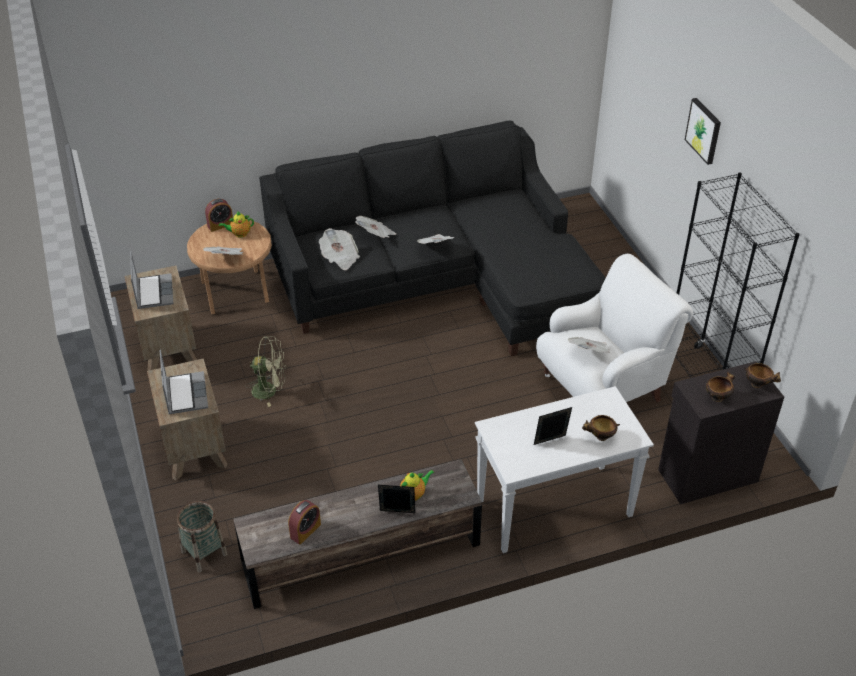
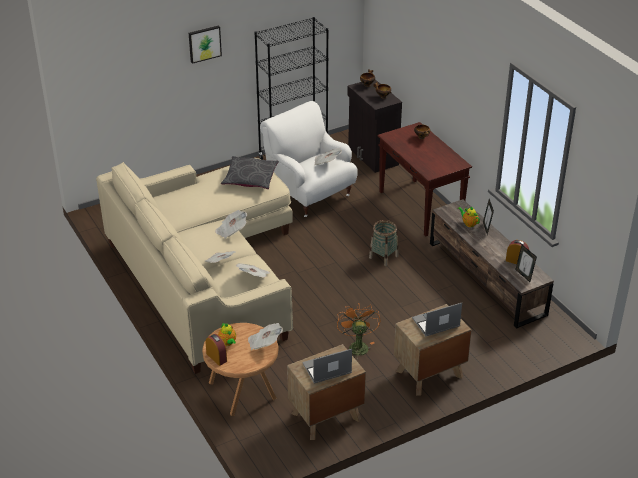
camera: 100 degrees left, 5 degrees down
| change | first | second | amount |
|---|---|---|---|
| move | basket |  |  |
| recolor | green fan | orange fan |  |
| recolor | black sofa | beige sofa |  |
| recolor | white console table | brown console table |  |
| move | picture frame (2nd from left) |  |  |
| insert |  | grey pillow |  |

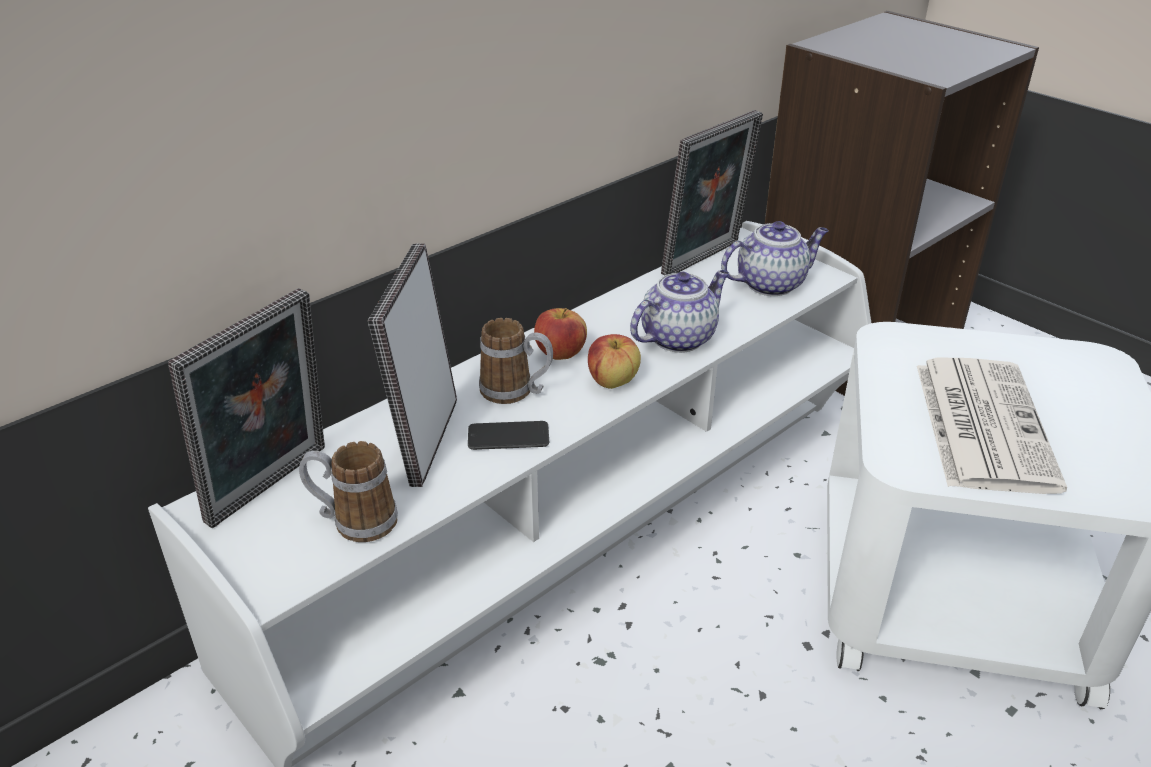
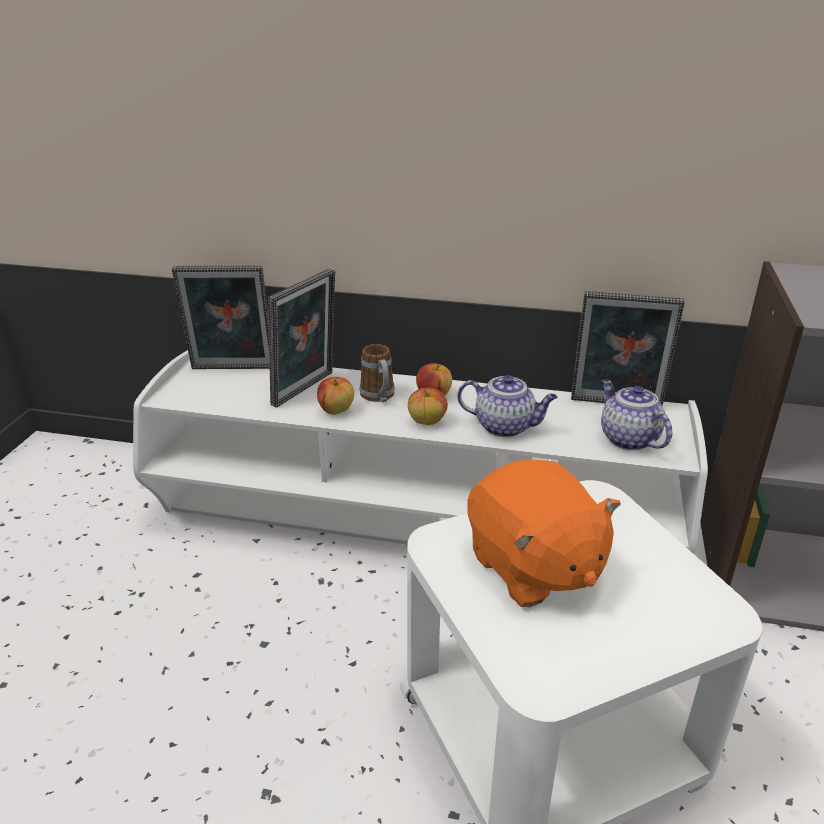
camera: 55 degrees right, 5 degrees down
| change | first | second | amount |
|---|---|---|---|
| delete | mug (1st from left) |  |  |
| rotate | picture frame (2nd from left) |  | 150 degrees clockwise |
| replace | phone | apple (1st from left) |  |
| rotate | teapot (2nd from left) |  | 150 degrees counterclockwise |
| replace | newspaper | orange plush toy |  |

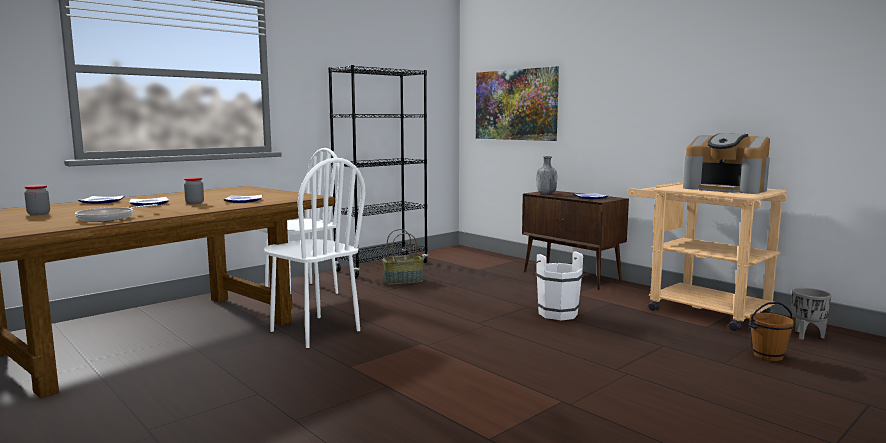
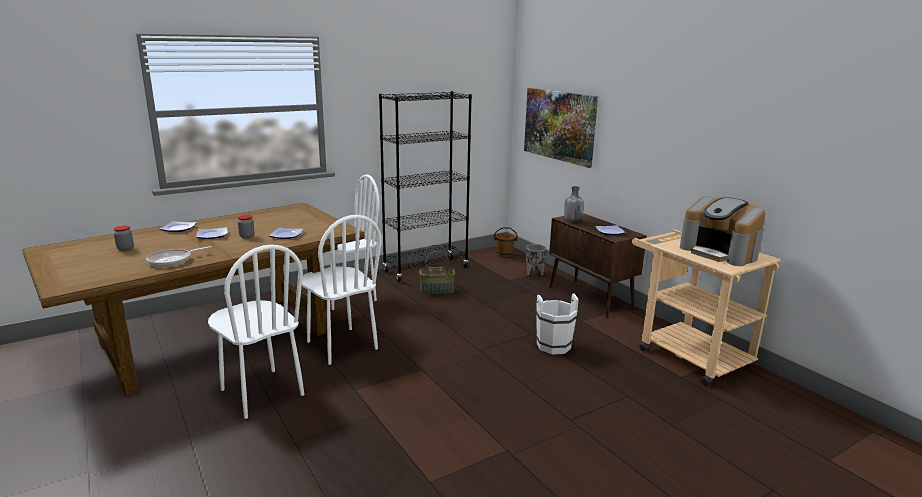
camera: 10 degrees right, 10 degrees up
| change | first | second | amount |
|---|---|---|---|
| move | brown bucket |  |  |
| move | grey planter |  |  |
| insert |  | white chair (1st from left) |  |

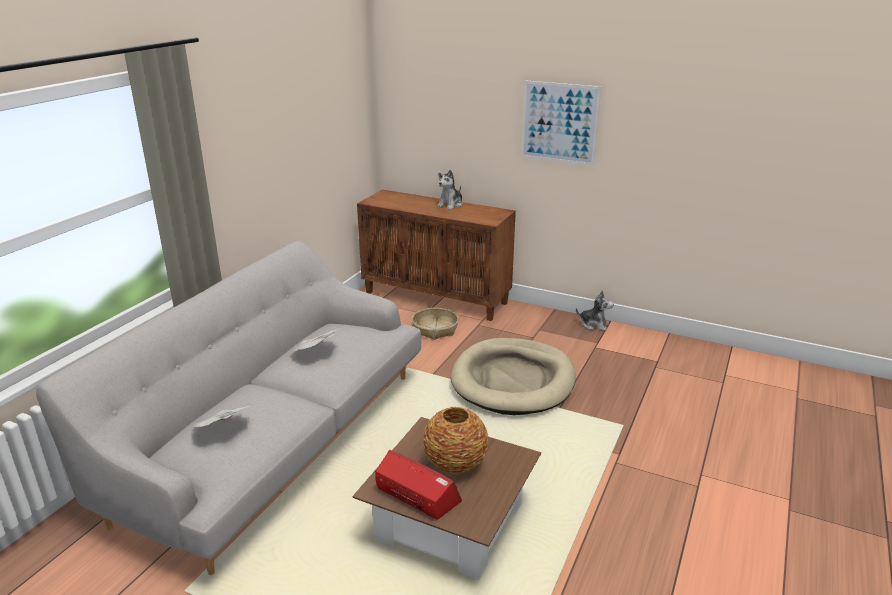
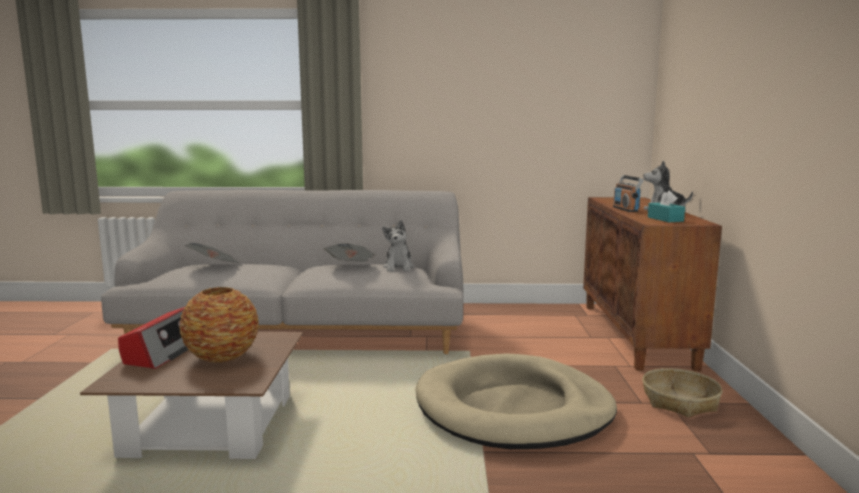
camera: 65 degrees right, 15 degrees down
| change | first | second | amount |
|---|---|---|---|
| move | basket |  |  |
| delete | picture |  |  |
| move | plush toy (2nd from left in the first image) | plush toy (1st from left) |  |
| insert |  | radio (2nd from left) |  |
| insert |  | turquoise tissue box |  |

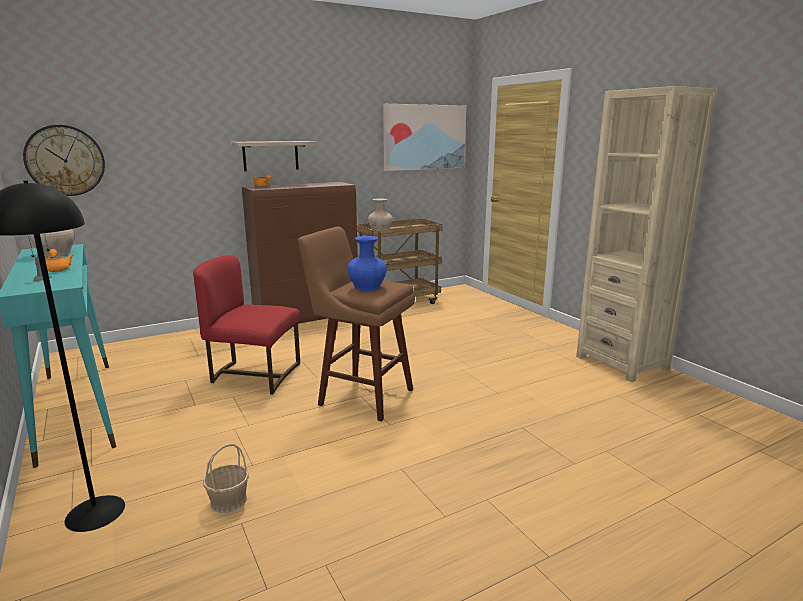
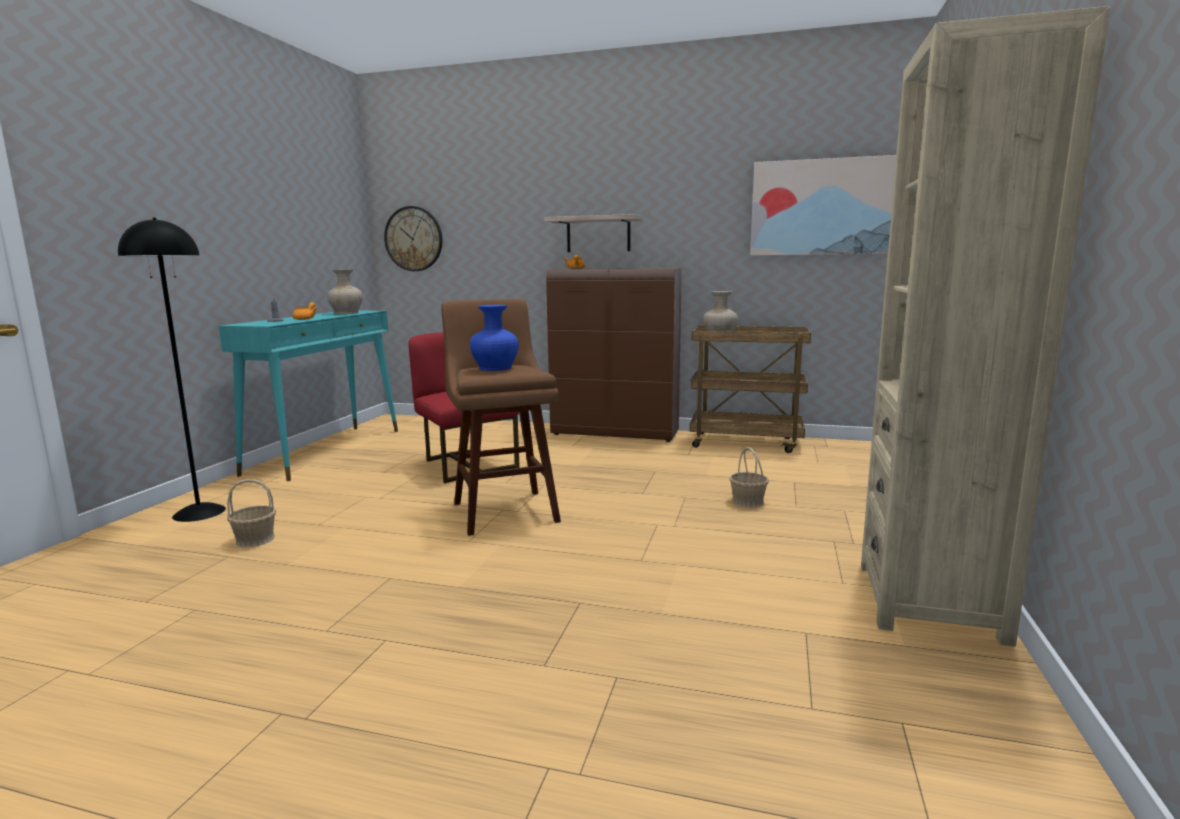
camera: 45 degrees right, 5 degrees down
| change | first | second | amount |
|---|---|---|---|
| insert |  | basket (2nd from left) |  |

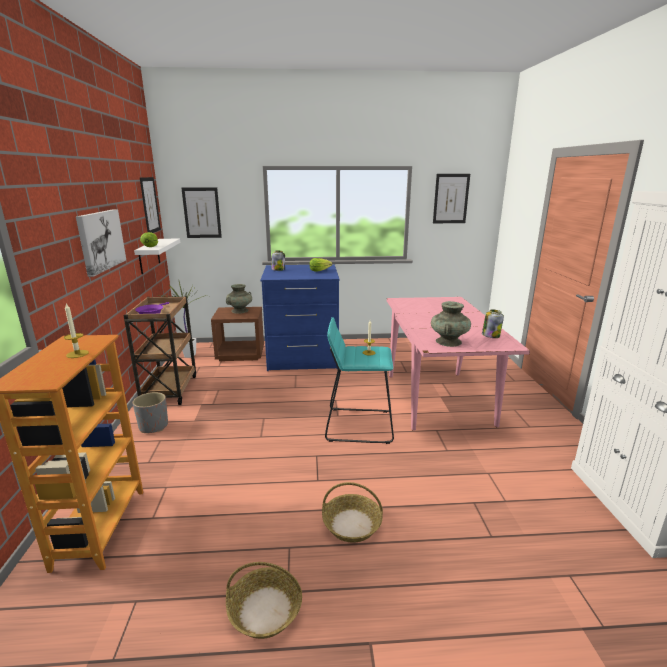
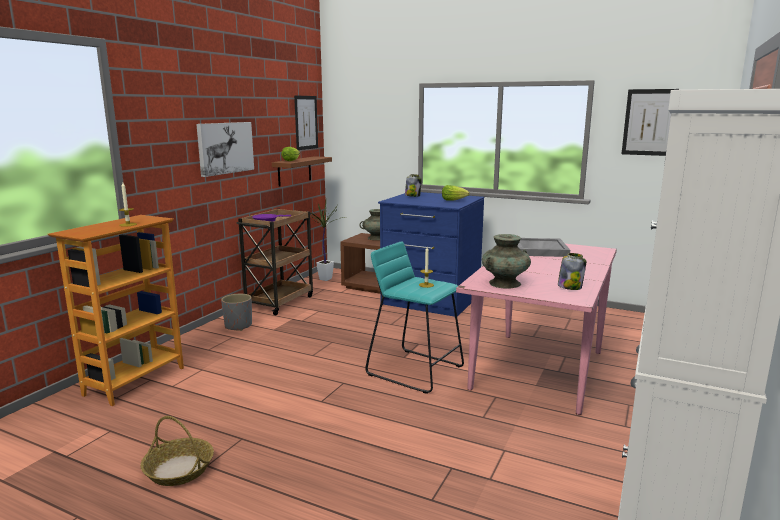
camera: 30 degrees right, 5 degrees down
| change | first | second | amount |
|---|---|---|---|
| recolor | white shelf | brown shelf |  |
| delete | picture (3rd from left) |  |  |
| delete | basket (2nd from left) |  |  |
| insert |  | grey tray |  |

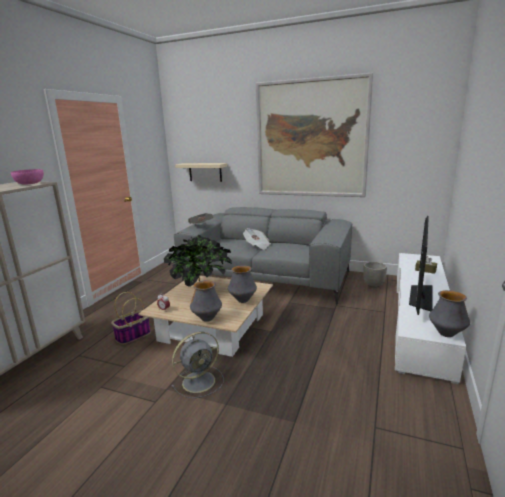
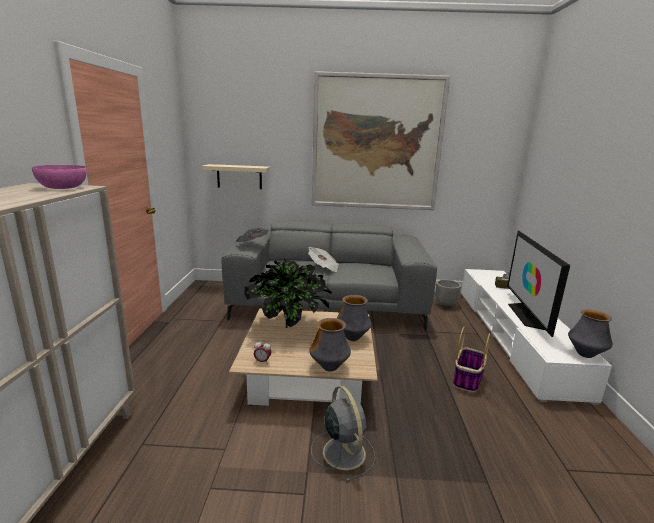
camera: 20 degrees left, 0 degrees up
| change | first | second | amount |
|---|---|---|---|
| move | basket |  |  |
| rotate | grey fan |  | 60 degrees counterclockwise |

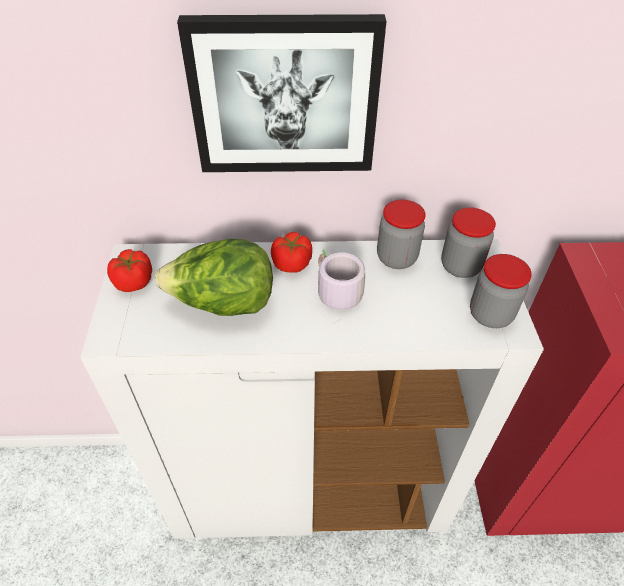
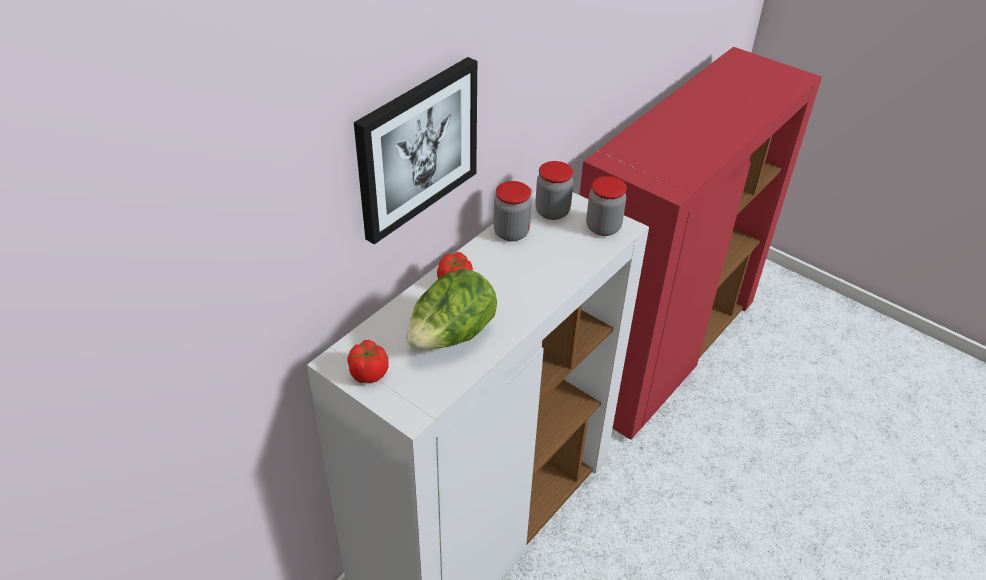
camera: 50 degrees left, 5 degrees down
| change | first | second | amount |
|---|---|---|---|
| delete | grey mug |  |  |

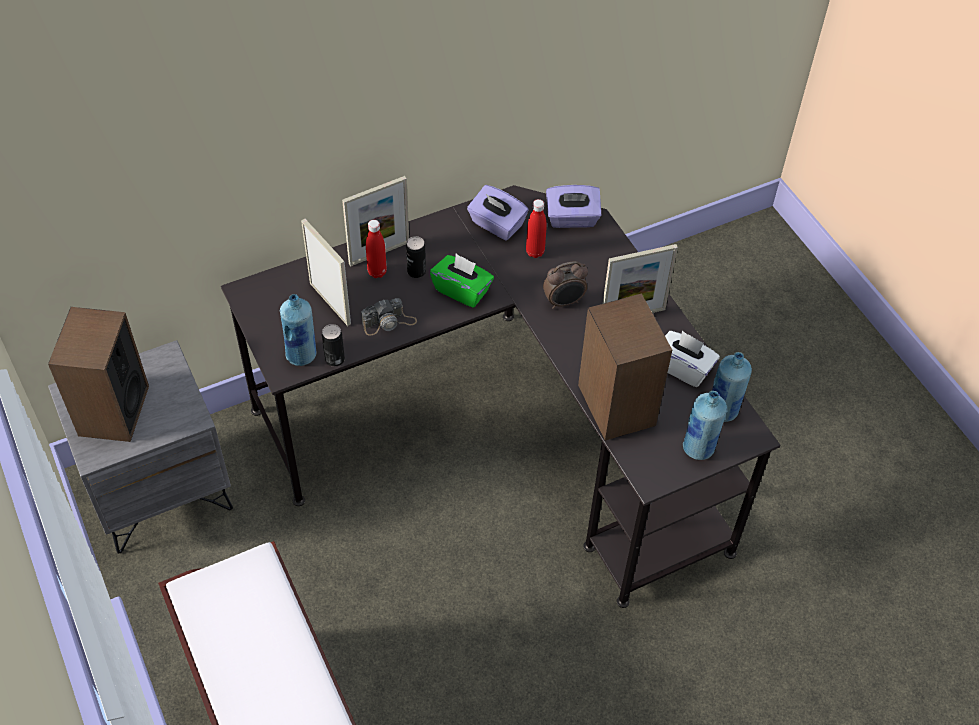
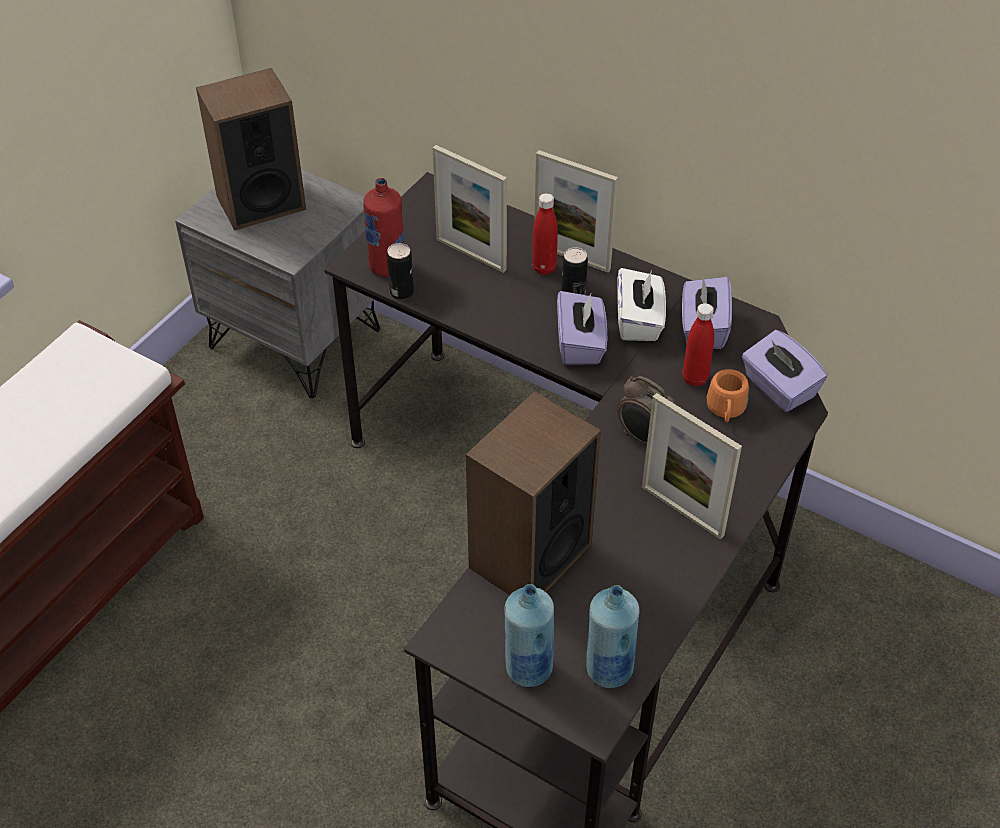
camera: 60 degrees right, 5 degrees down
| change | first | second | amount |
|---|---|---|---|
| recolor | blue bottle (1st from left) | red bottle (1st from left) |  |
| rotate | picture frame (1st from left) |  | 105 degrees clockwise |
| delete | photo camera |  |  |
| recolor | green tissue box | purple tissue box (1st from left) |  |
| move | white tissue box |  |  |
| insert |  | orange mug |  |

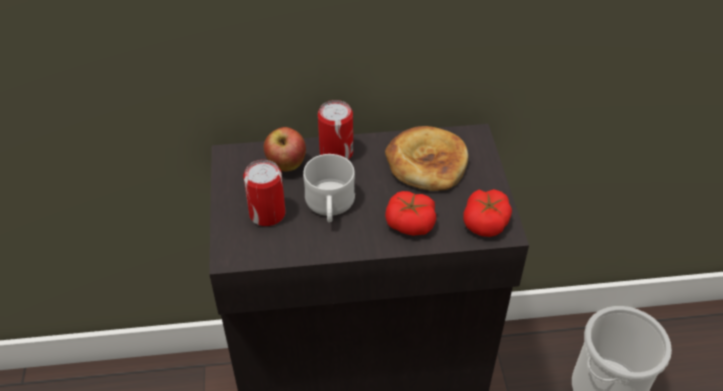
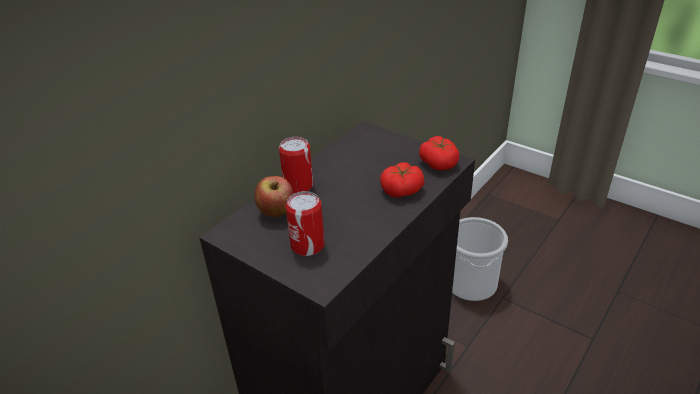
camera: 45 degrees left, 10 degrees down
| change | first | second | amount |
|---|---|---|---|
| delete | white mug |  |  |
| delete | bread |  |  |

